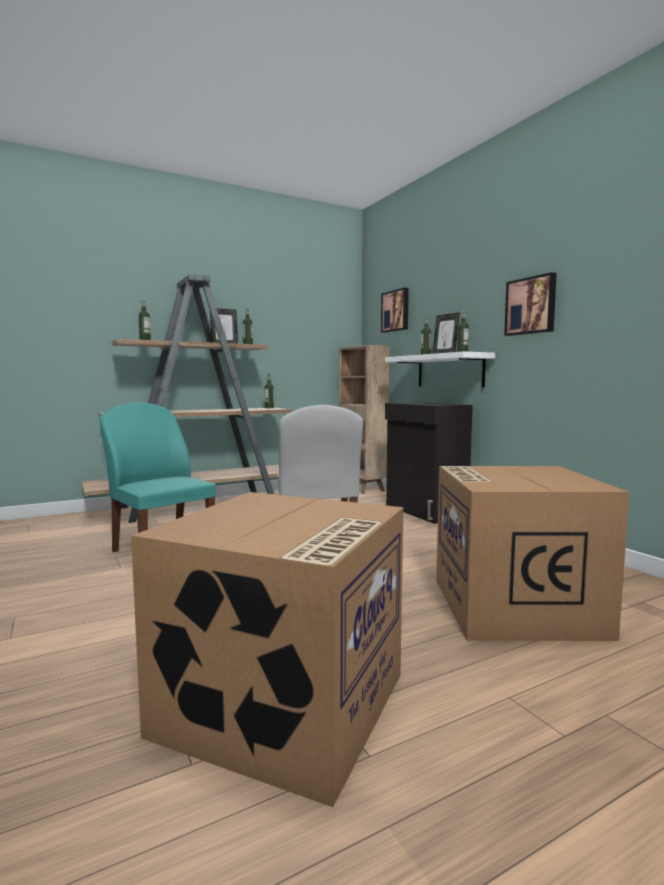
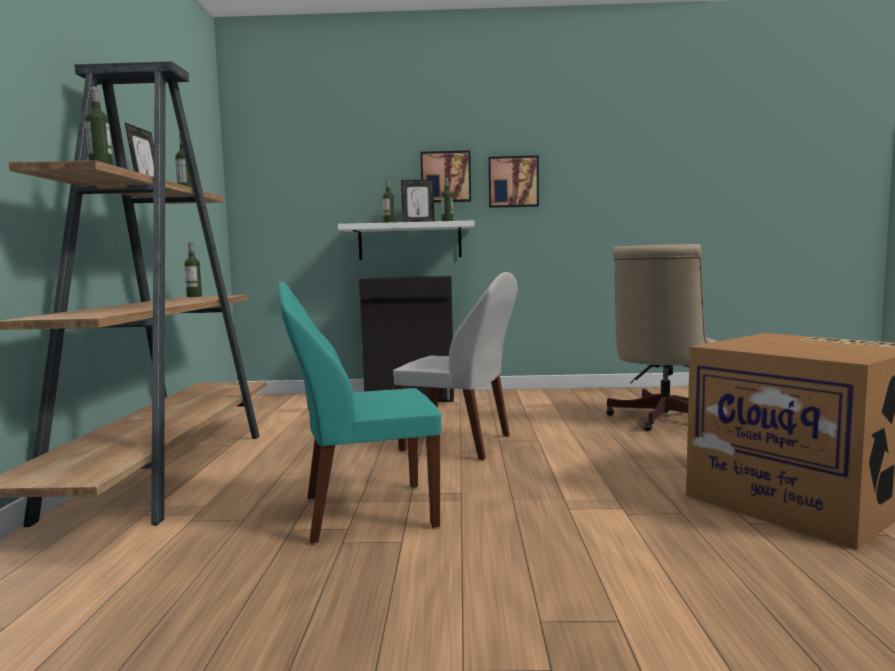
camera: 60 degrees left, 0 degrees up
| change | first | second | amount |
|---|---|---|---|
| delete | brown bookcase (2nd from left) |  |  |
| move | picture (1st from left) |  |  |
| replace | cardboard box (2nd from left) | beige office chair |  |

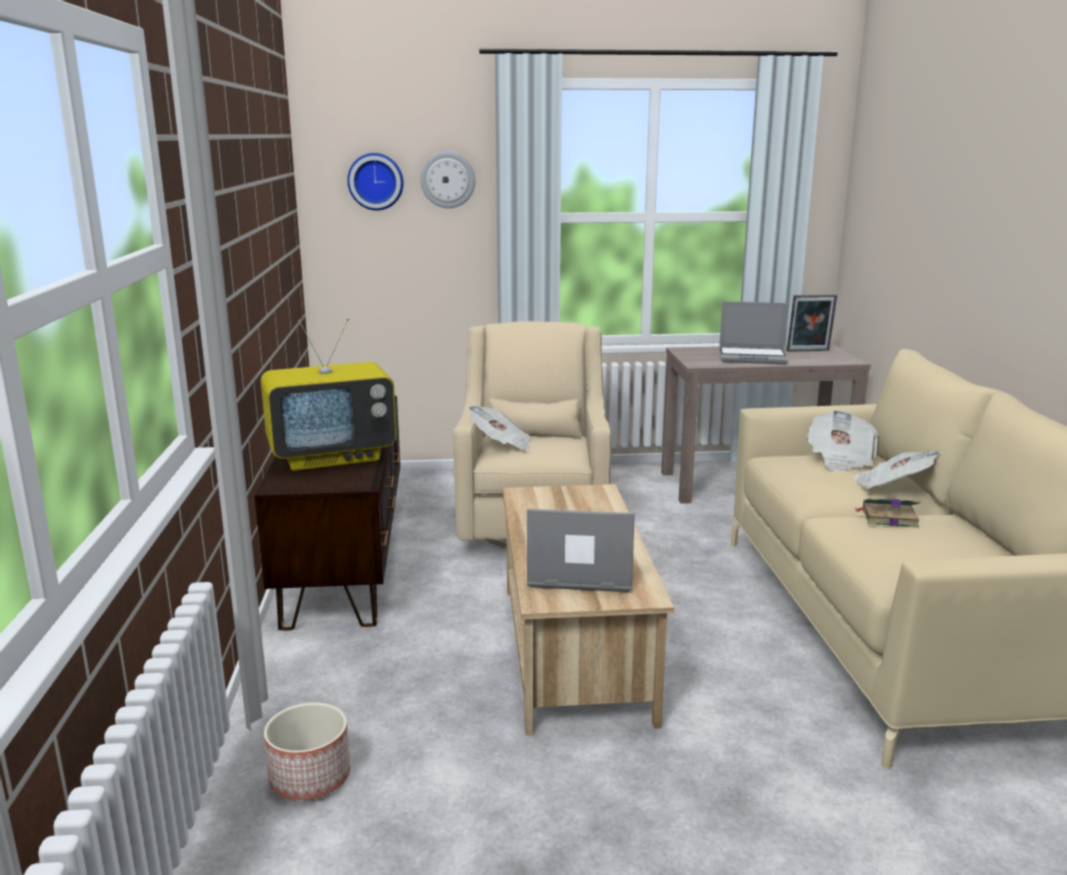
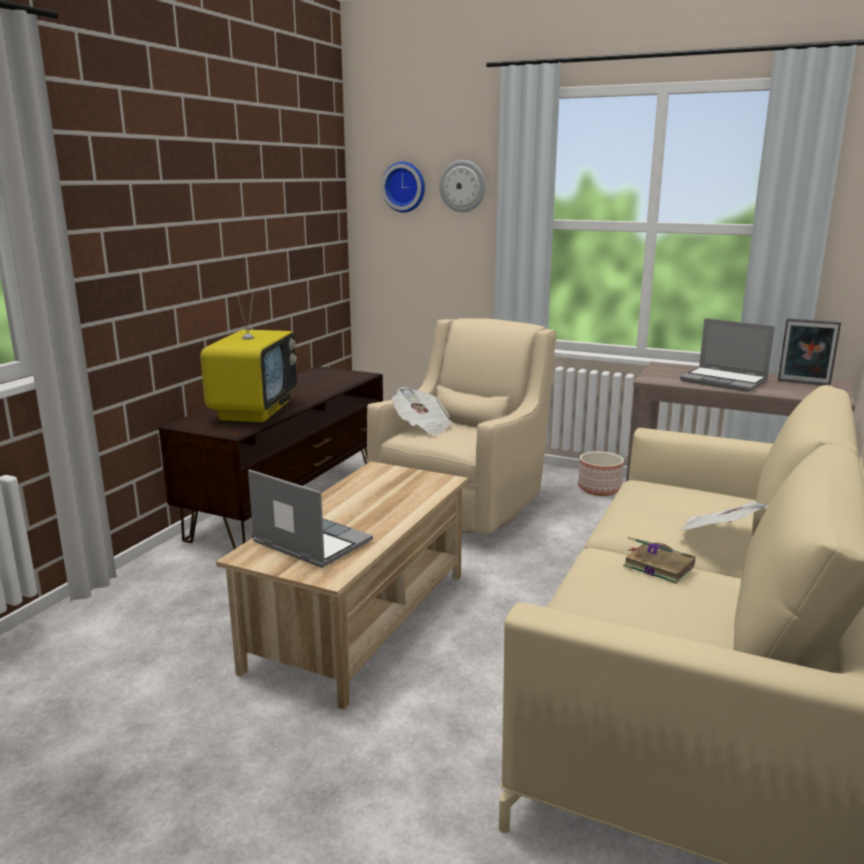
camera: 30 degrees right, 0 degrees up
| change | first | second | amount |
|---|---|---|---|
| rotate | television |  | 90 degrees counterclockwise |
| move | planter |  |  |
| delete | newspaper (2nd from left) |  |  |

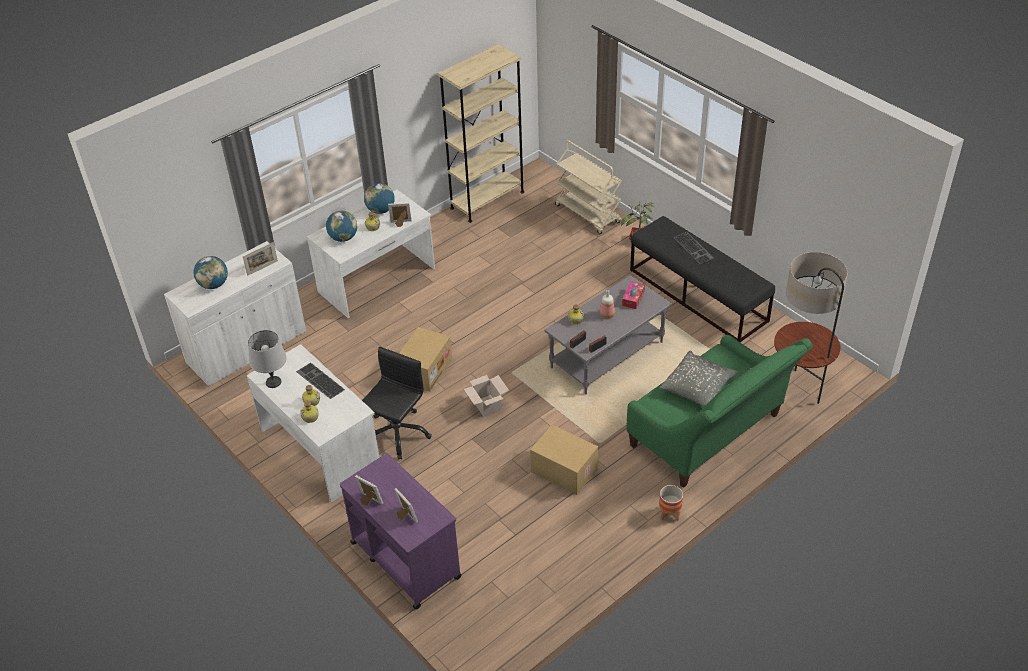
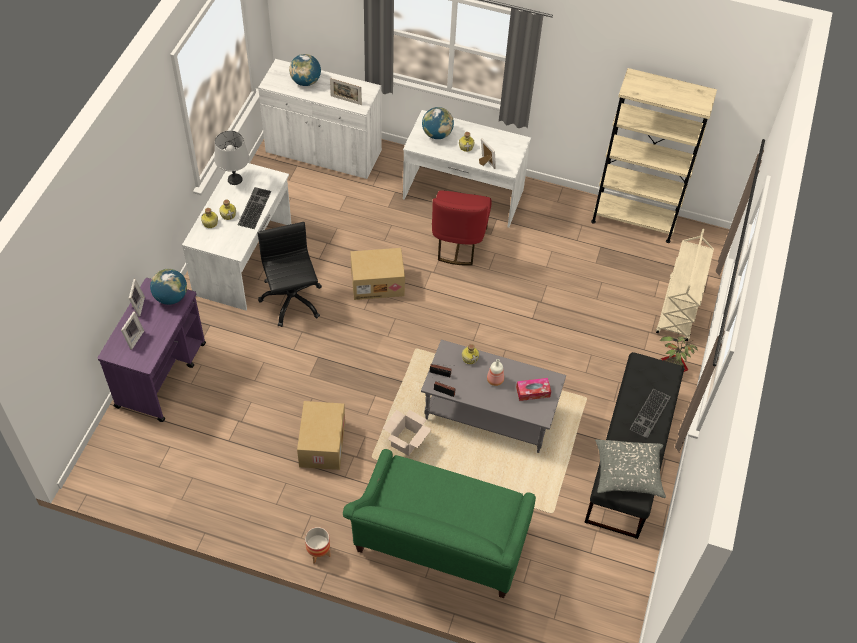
camera: 55 degrees right, 10 degrees up
| change | first | second | amount |
|---|---|---|---|
| rotate | black office chair |  | 105 degrees counterclockwise |
| move | globe (3rd from left in the first image) | globe (1st from left) |  |
| move | cardboard box (2nd from left in the first image) | cardboard box (3rd from left) |  |
| move | grey pillow |  |  |
| delete | floor lamp |  |  |
| insert |  | red chair |  |

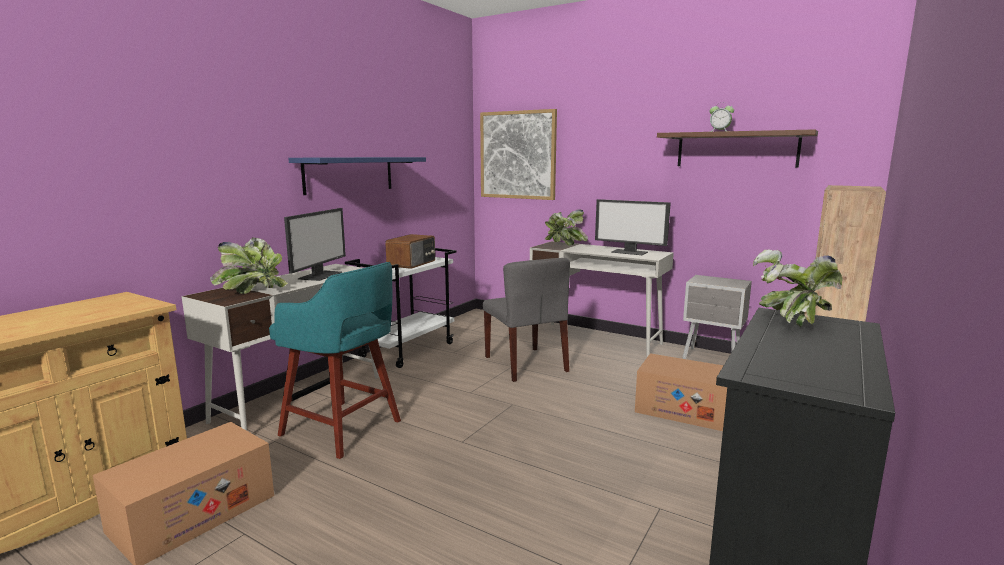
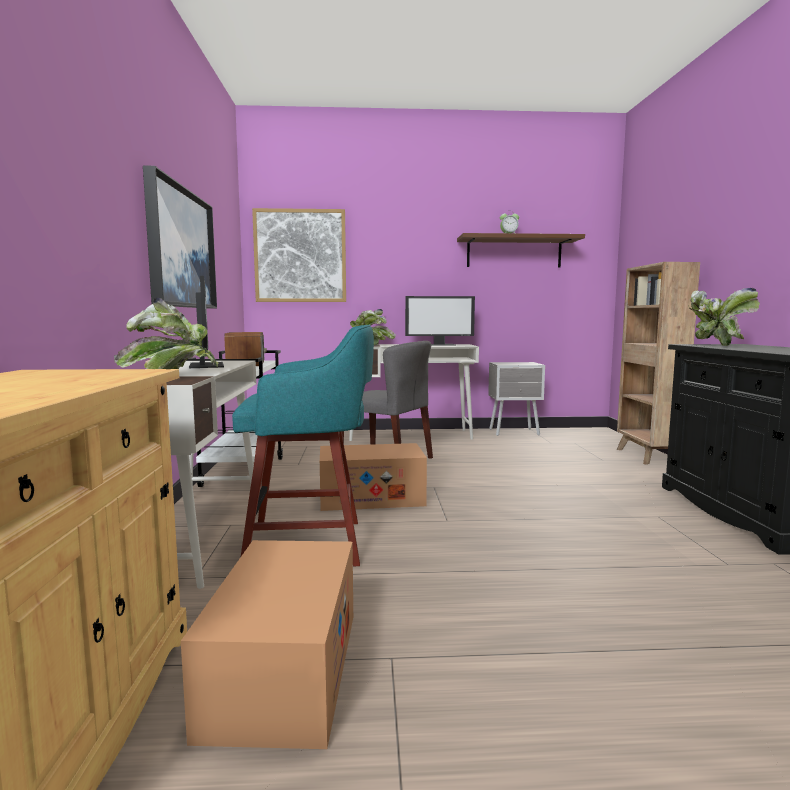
camera: 35 degrees left, 5 degrees down
| change | first | second | amount |
|---|---|---|---|
| replace | blue shelf | picture (1st from left) |  |
| move | cardboard box (2nd from left) |  |  |

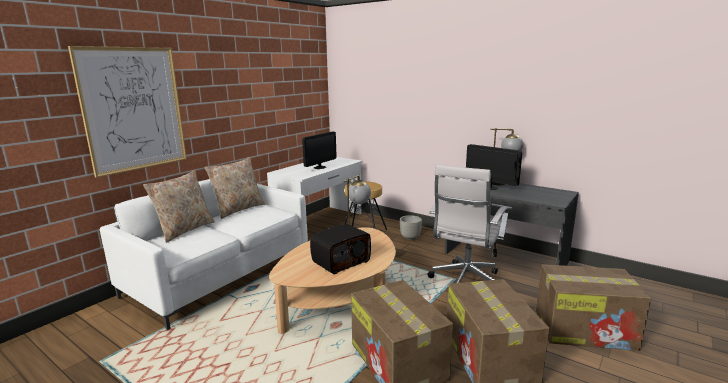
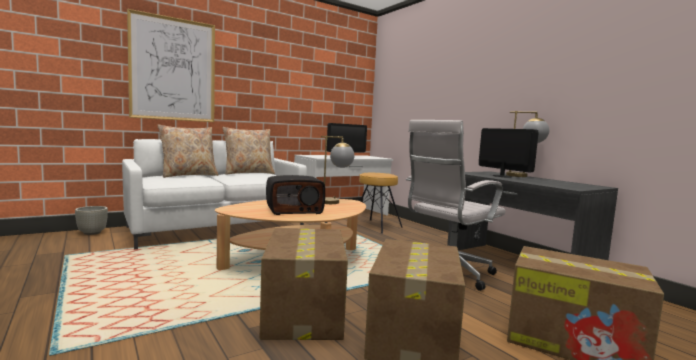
camera: 20 degrees right, 10 degrees down
| change | first | second | amount |
|---|---|---|---|
| move | grey planter |  |  |

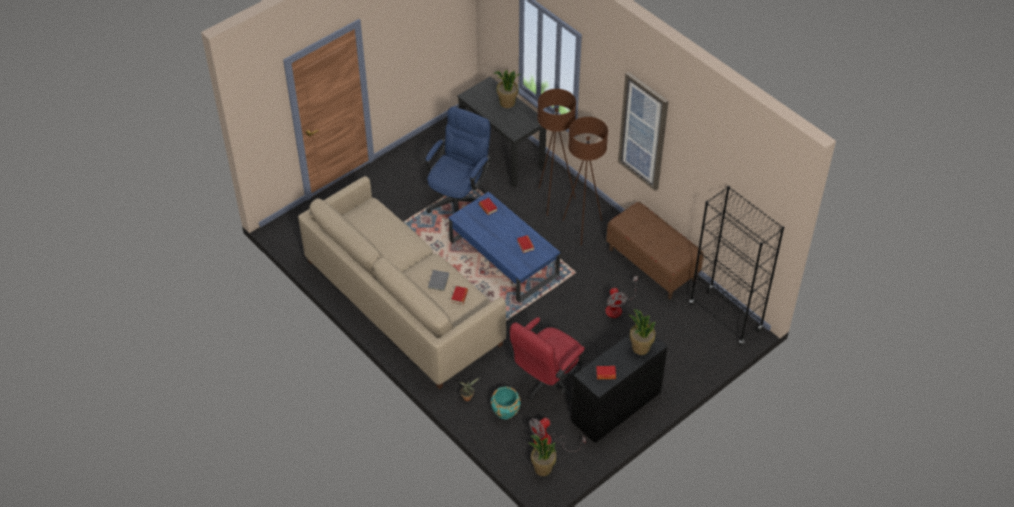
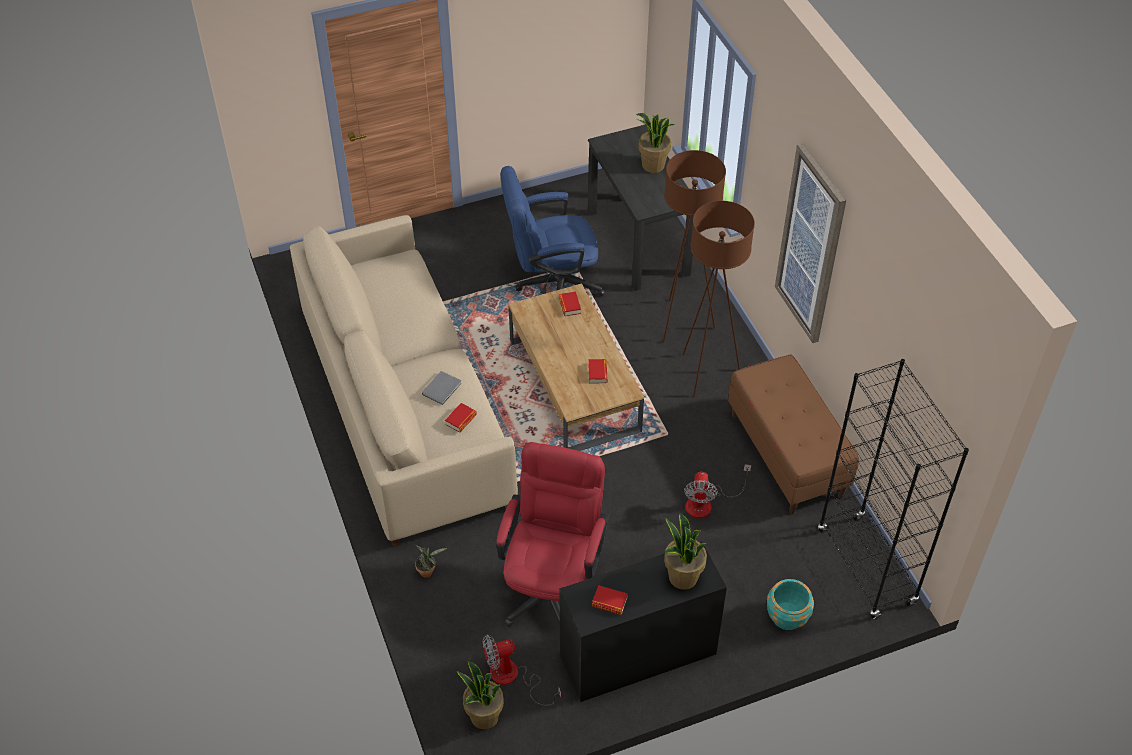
camera: 20 degrees right, 0 degrees up
| change | first | second | amount |
|---|---|---|---|
| rotate | blue office chair |  | 150 degrees counterclockwise |
| recolor | blue coffee table | brown coffee table |  |
| move | turquoise planter |  |  |
| rotate | red office chair |  | 135 degrees clockwise |

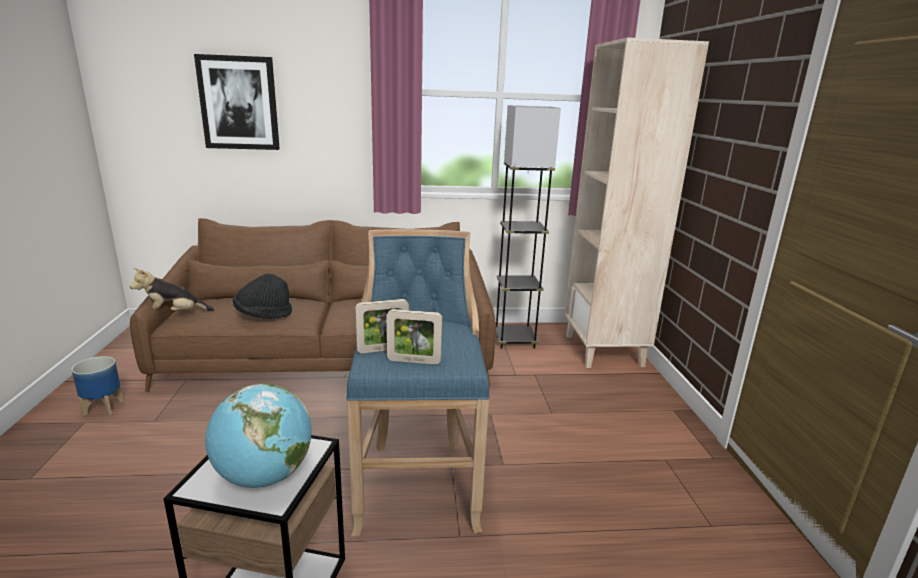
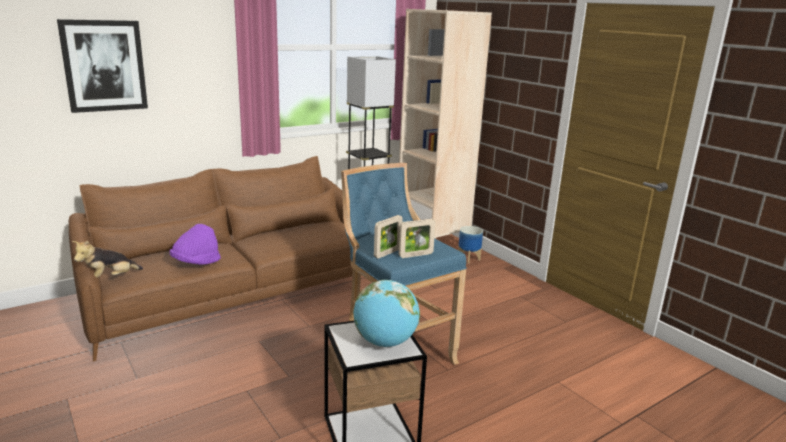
camera: 30 degrees left, 0 degrees up
| change | first | second | amount |
|---|---|---|---|
| move | planter |  |  |
| recolor | black hat | purple hat |  |

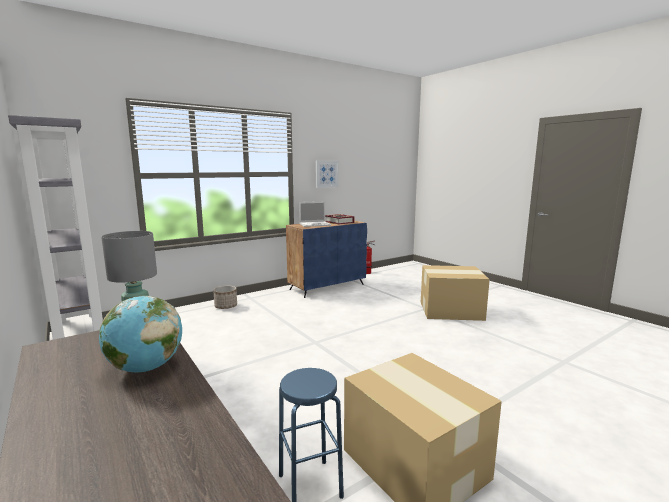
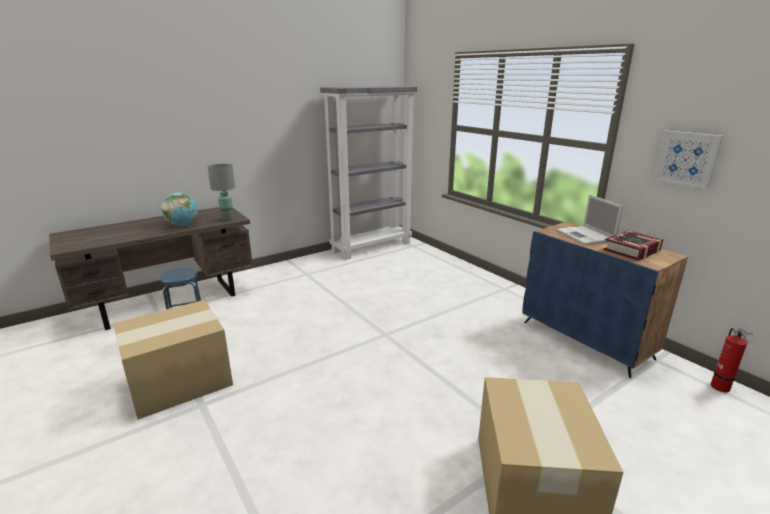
camera: 90 degrees right, 10 degrees up
| change | first | second | amount |
|---|---|---|---|
| delete | planter |  |  |

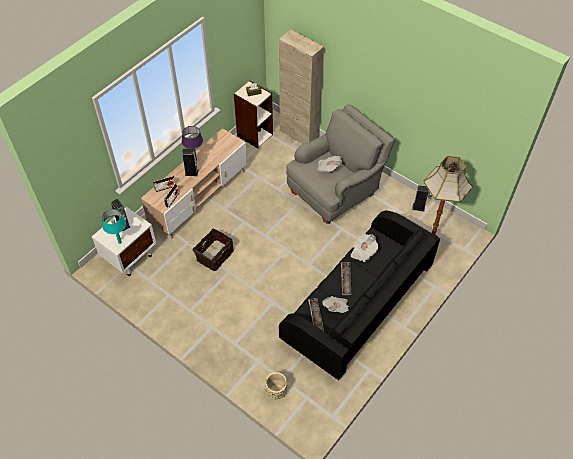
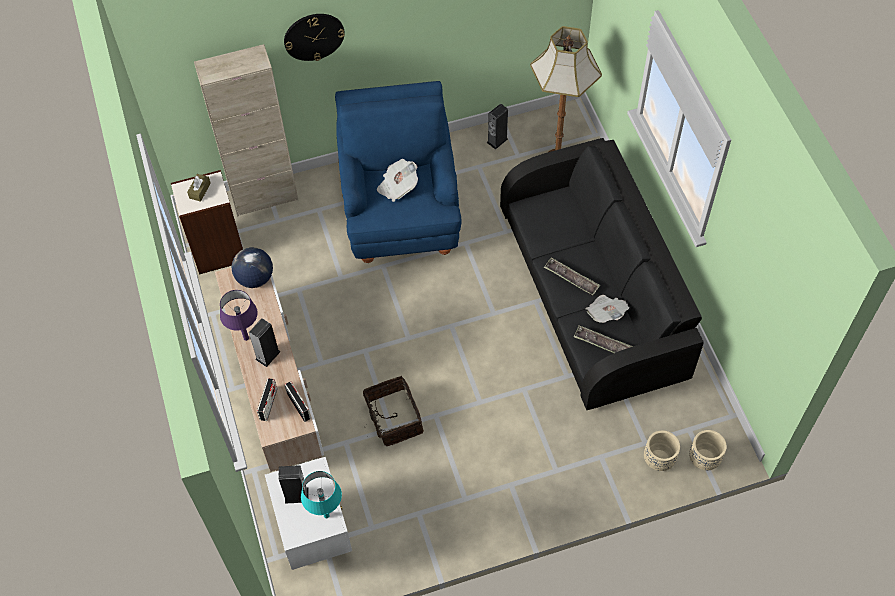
camera: 55 degrees left, 5 degrees up
| change | first | second | amount |
|---|---|---|---|
| recolor | grey armchair | blue armchair |  |
| delete | newspaper (3rd from left) |  |  |
| insert |  | globe |  |
| insert |  | wall clock |  |
| insert |  | beige planter (2nd from left) |  |

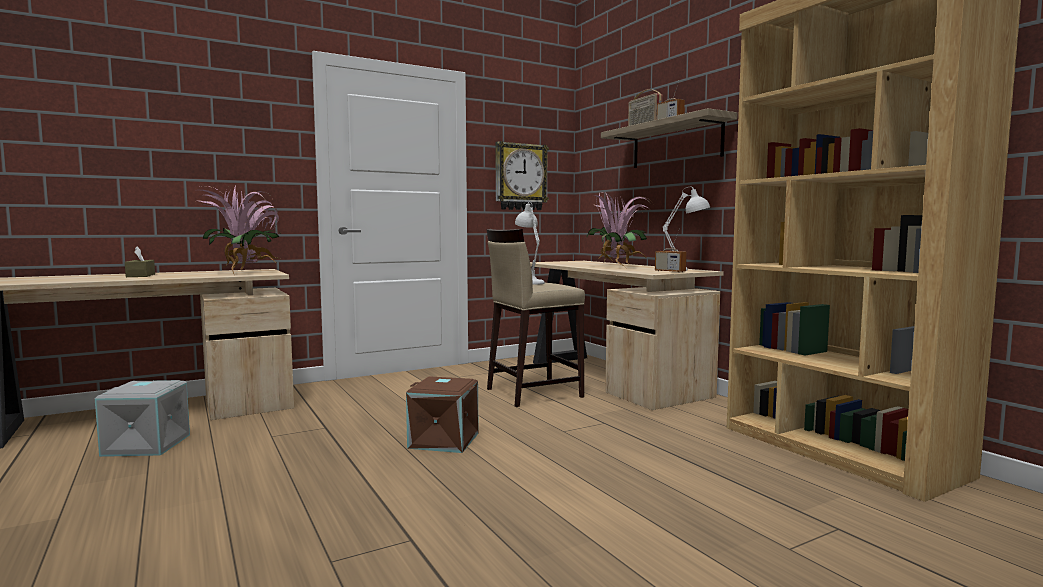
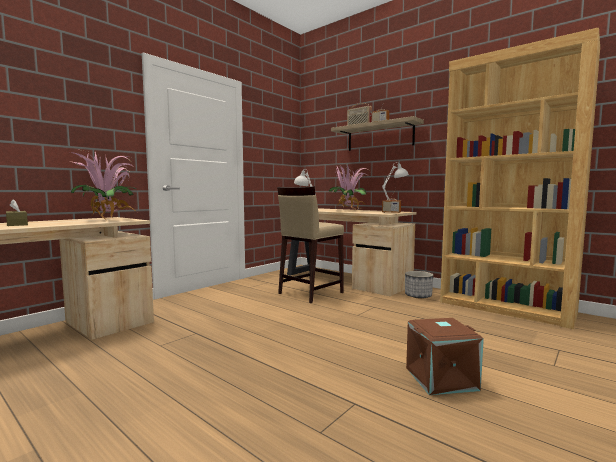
camera: 20 degrees left, 0 degrees up
| change | first | second | amount |
|---|---|---|---|
| delete | grey storage box |  |  |
| move | brown storage box |  |  |
| delete | wall clock |  |  |
| insert |  | planter |  |

